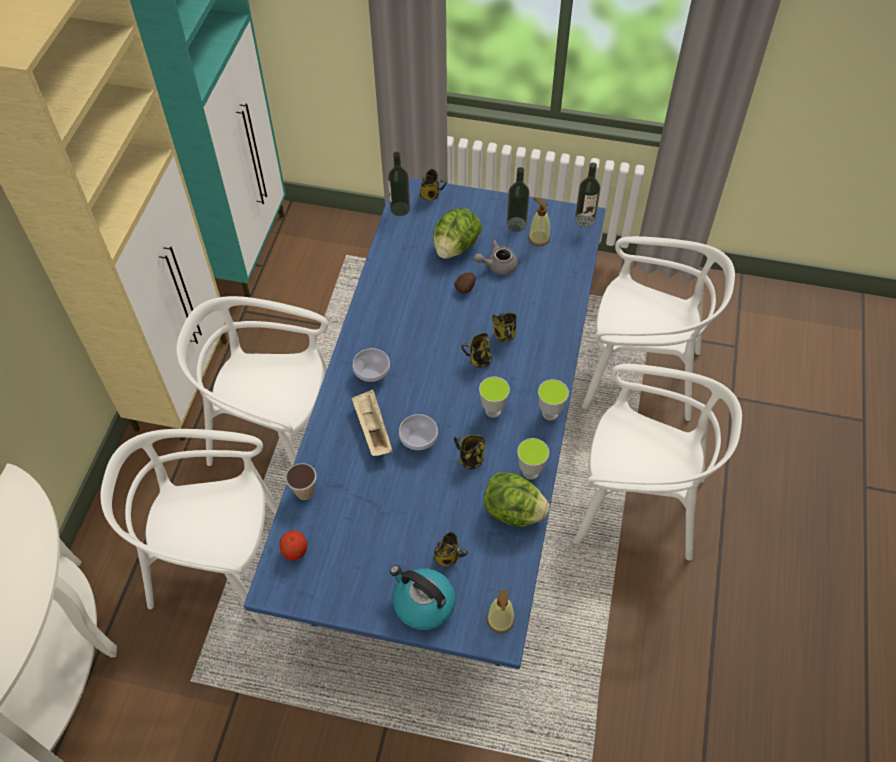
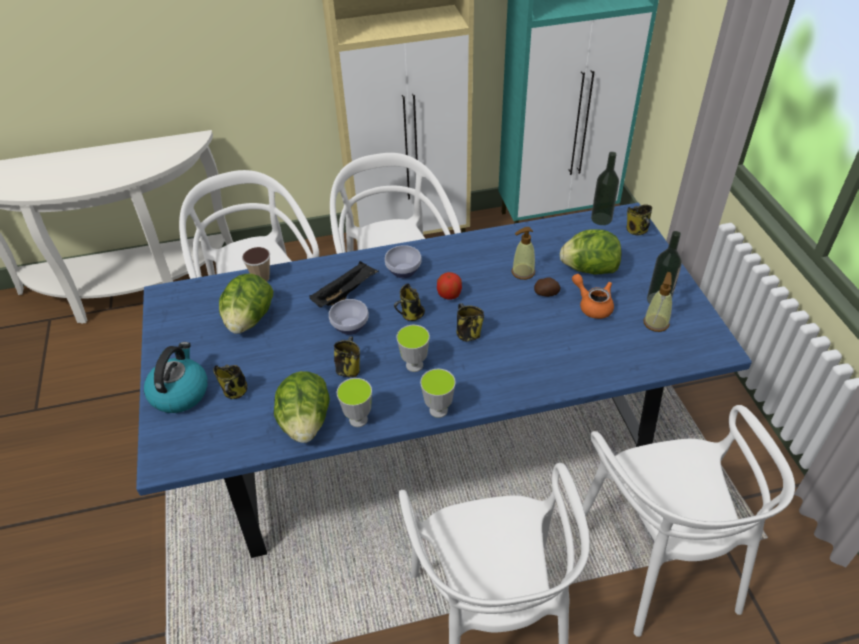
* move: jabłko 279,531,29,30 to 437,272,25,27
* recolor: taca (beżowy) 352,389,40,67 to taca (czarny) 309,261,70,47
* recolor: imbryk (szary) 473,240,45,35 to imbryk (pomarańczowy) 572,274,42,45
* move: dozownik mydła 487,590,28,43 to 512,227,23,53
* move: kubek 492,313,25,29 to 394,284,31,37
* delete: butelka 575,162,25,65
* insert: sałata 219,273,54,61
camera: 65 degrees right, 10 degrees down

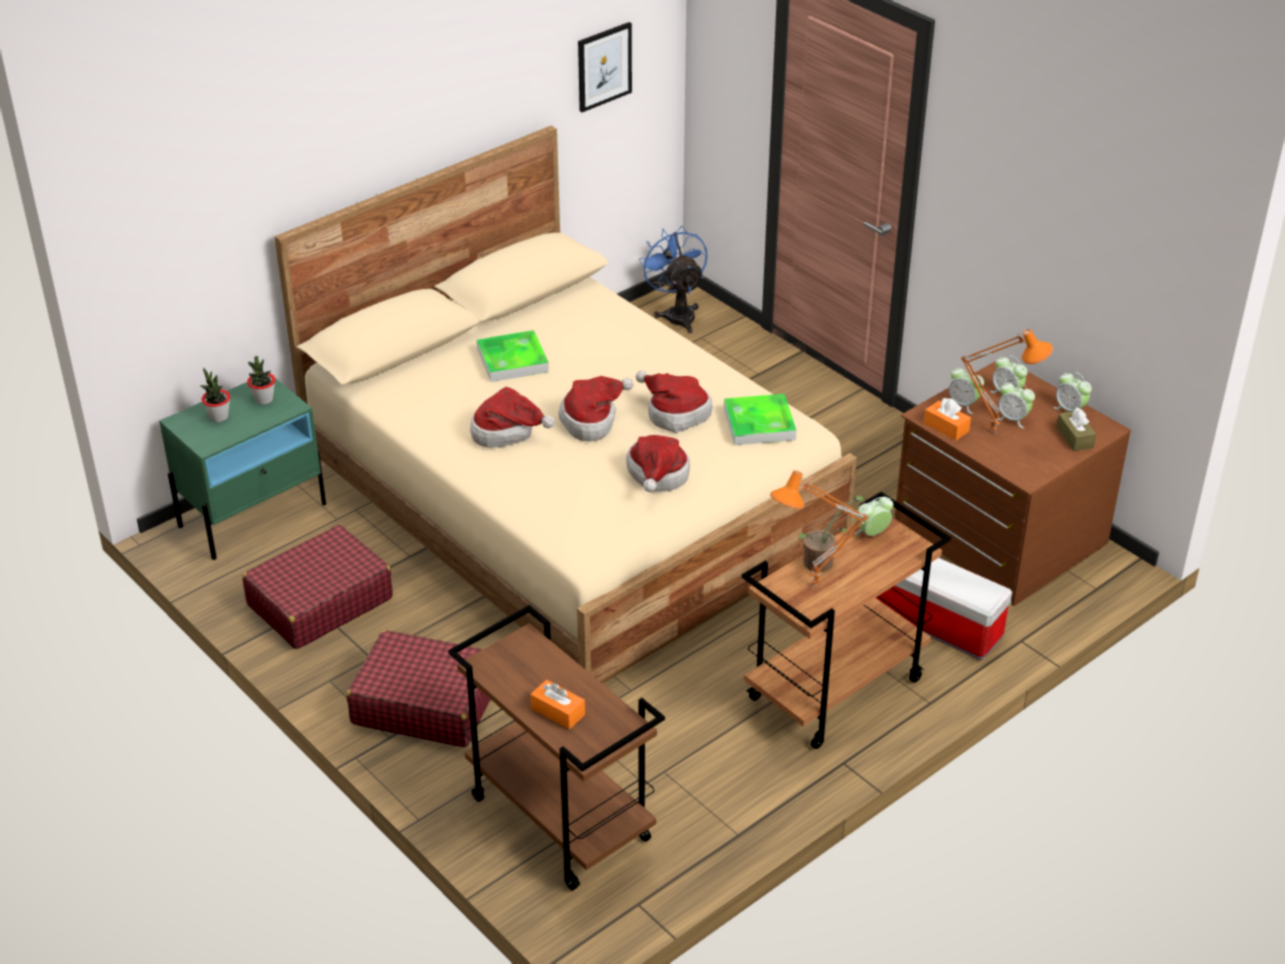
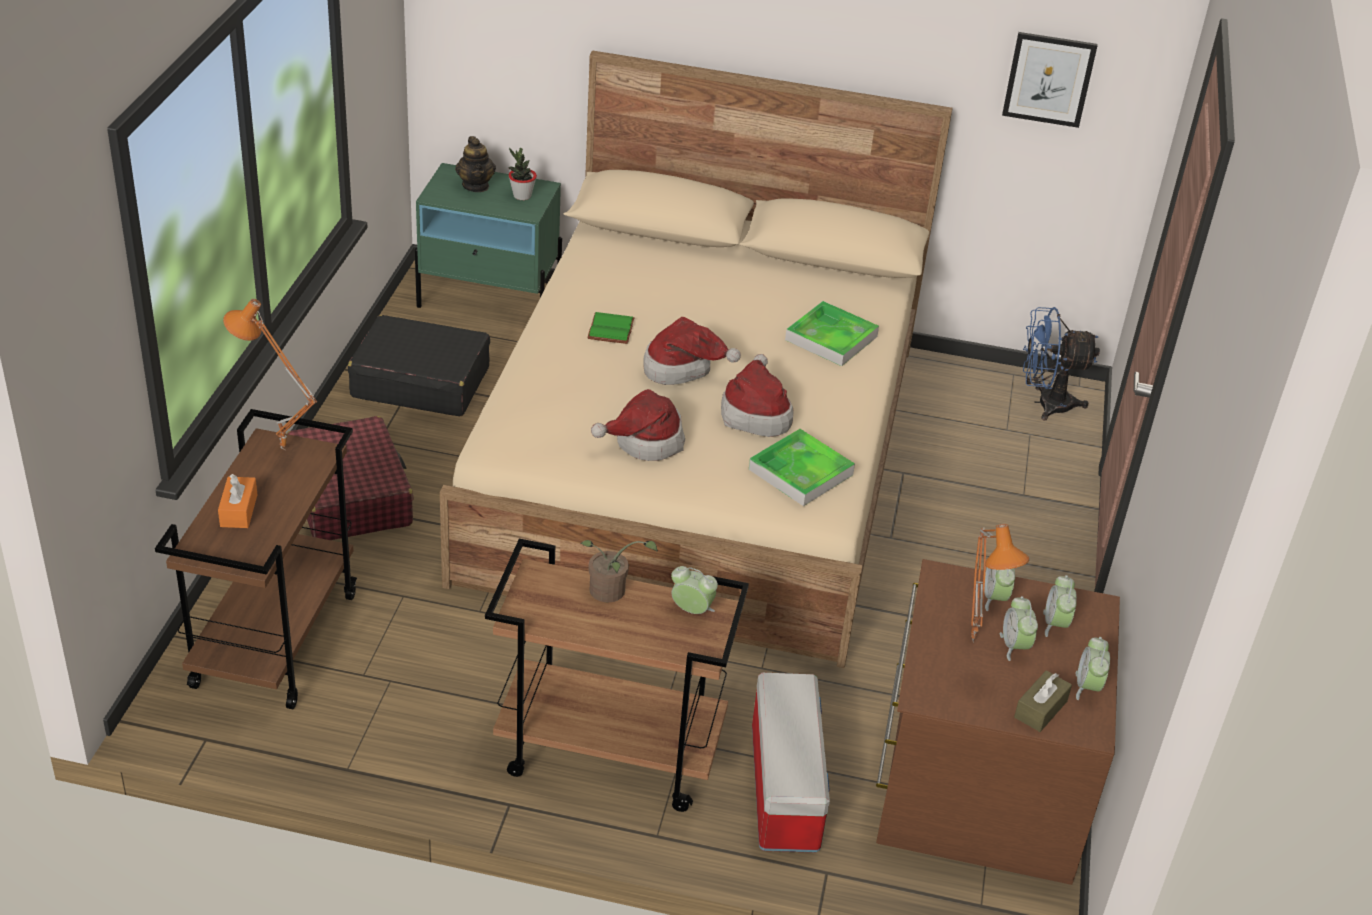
* replace: roślina doniczkowa 201,367,29,55 to imbryk 455,136,41,56
* recolor: walizka (czerwony) 242,525,151,124 to walizka (czarny) 348,315,142,101
* replace: kapelusz 470,387,85,61 to książka (zielony) 588,312,47,32
* move: taca 477,330,72,52 to 785,301,94,65
* rotate: wentylator (niebieski) 639,226,69,107 = 1023,307,77,113 120 degrees counterclockwise
* move: lampa stołowa (pomarańczowy) 770,470,99,117 to 223,299,94,151
* delete: pudełko chusteczek (pomarańczowy) 924,398,47,42
camera: 50 degrees right, 0 degrees up

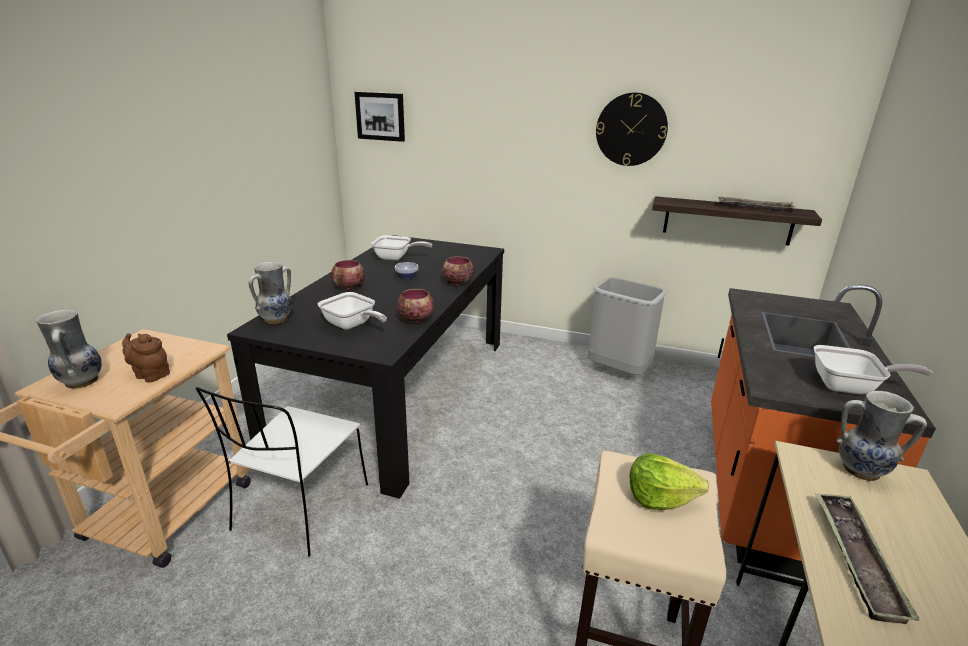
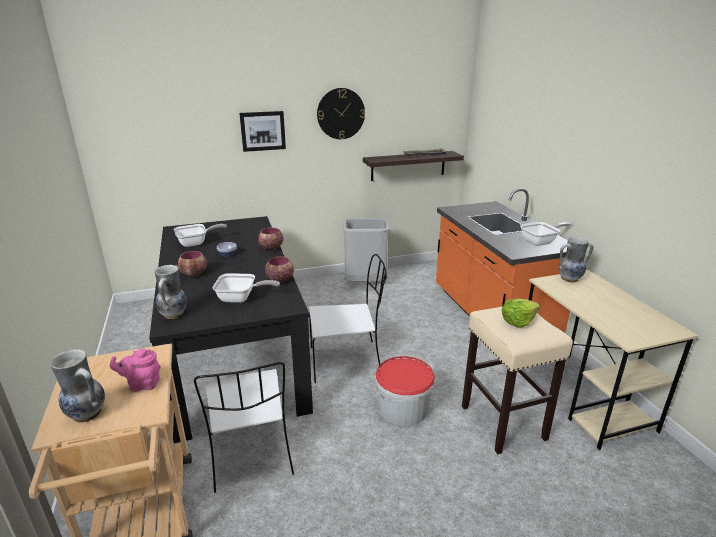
* recolor: imbryk (brązowy) 122,333,48,49 to imbryk (różowy) 110,349,51,43
* move: obraz 355,92,50,50 to 239,111,47,41
* delete: taca 815,493,105,131
* insert: krzesło (biały) 309,254,78,129
* insert: wiadro 375,356,60,70
camera: 35 degrees left, 0 degrees up

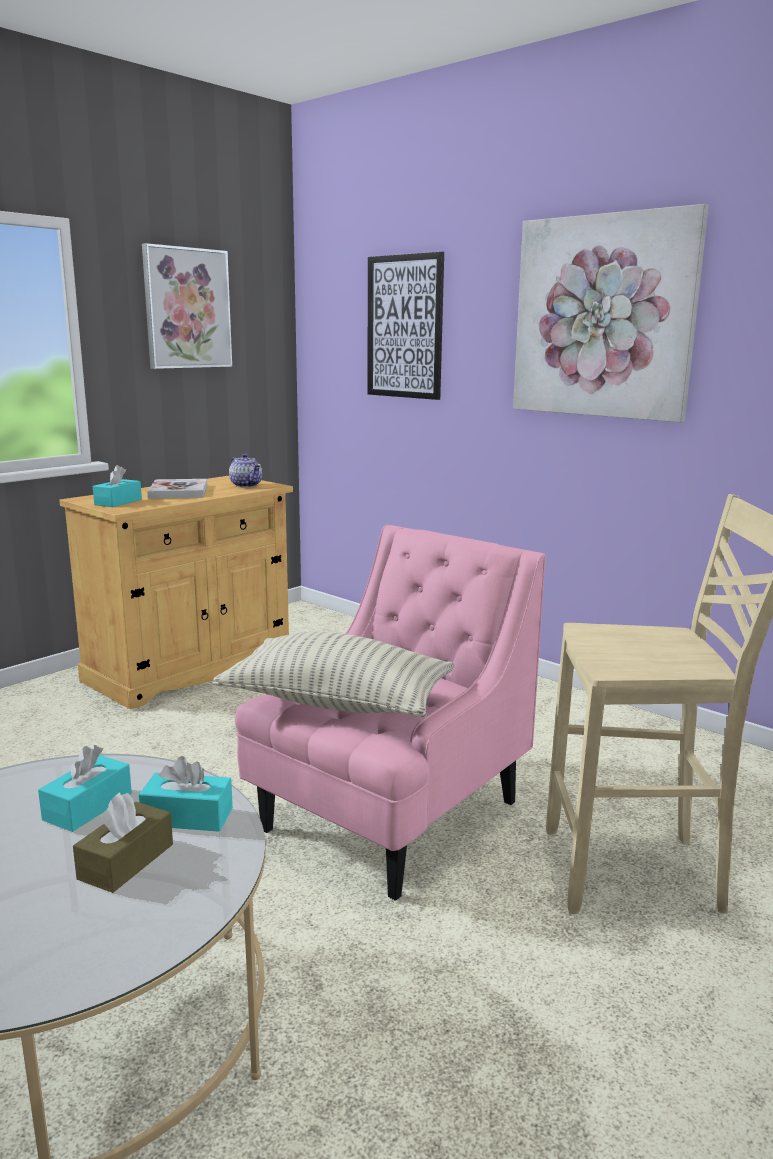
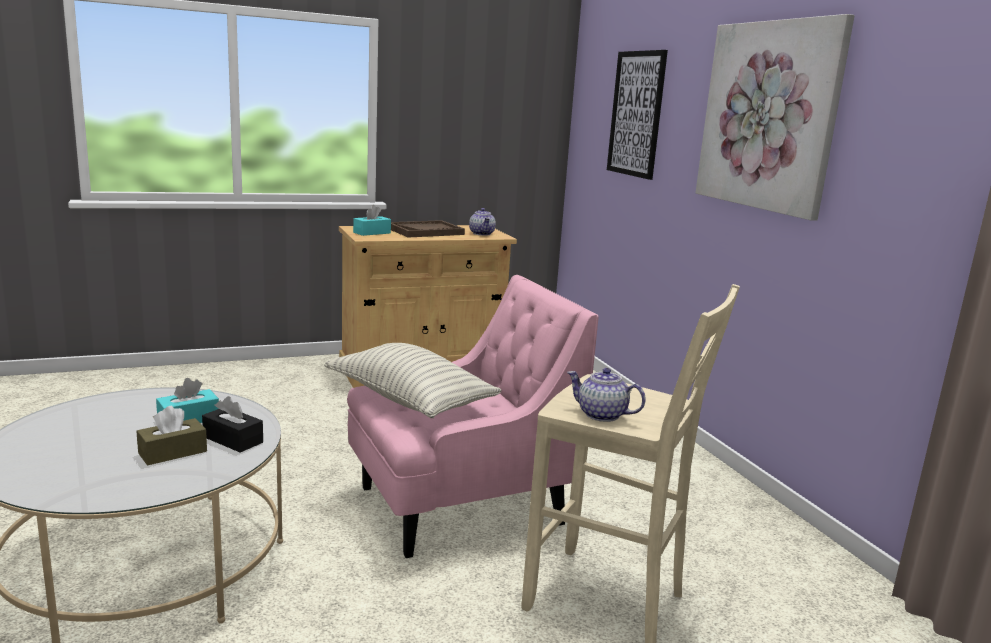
* recolor: pudełko chusteczek (turkusowy) 138,756,95,76 to pudełko chusteczek (czarny) 202,396,61,56
* delete: obraz 142,243,90,126
* replace: książka 147,479,60,20 to taca (brązowy) 391,220,74,18
* insert: imbryk 567,368,79,54
camera: 25 degrees right, 0 degrees up

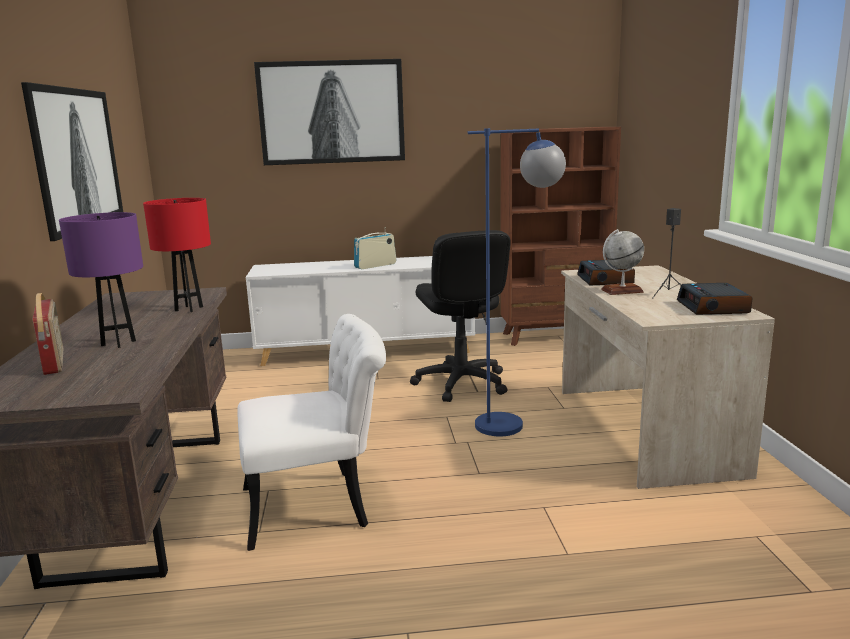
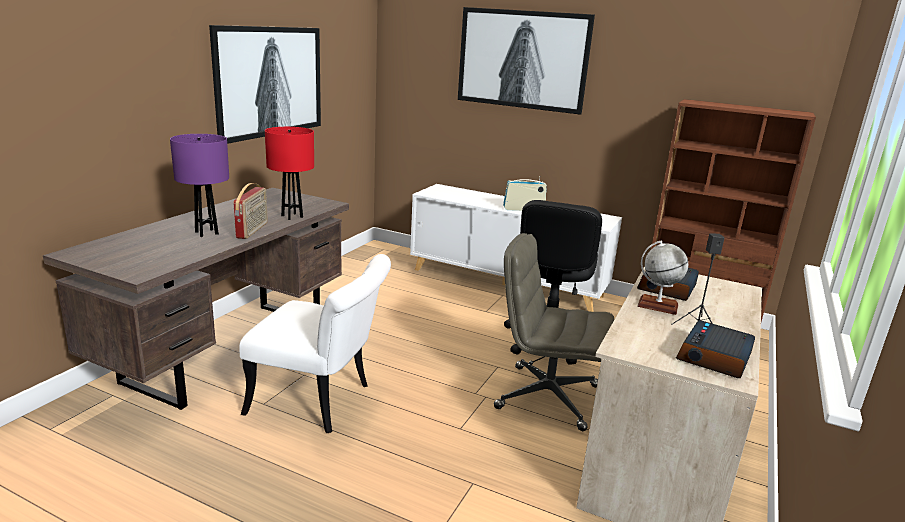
* move: radio 32,293,31,82 to 233,183,35,56
* replace: lampa stojąca (niebieski) 468,128,98,308 to krzesło biurowe (szary) 494,233,121,198
camera: 30 degrees right, 5 degrees up

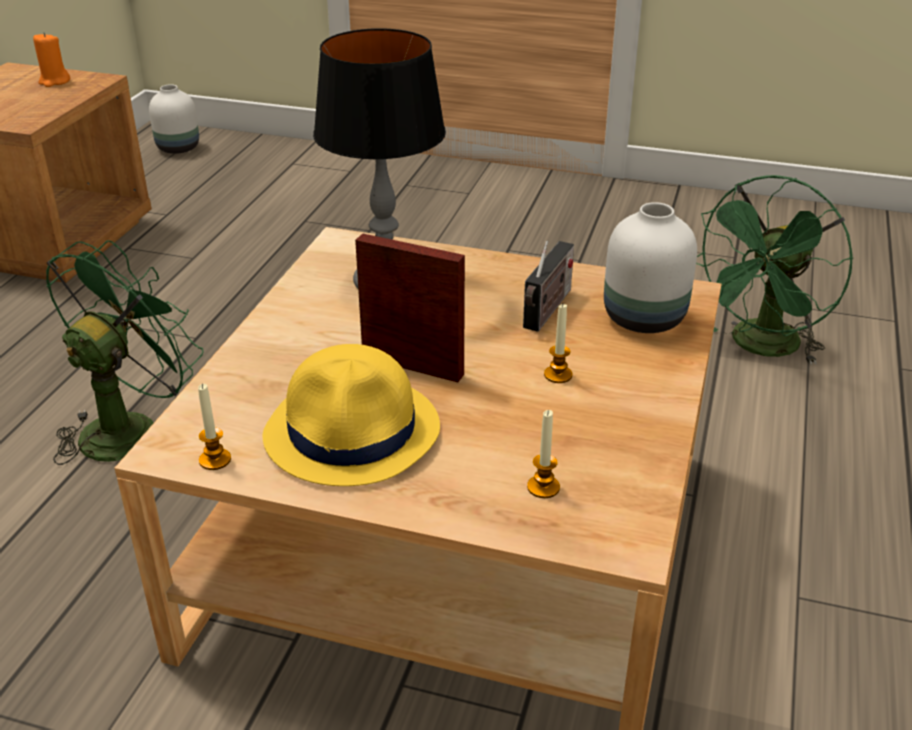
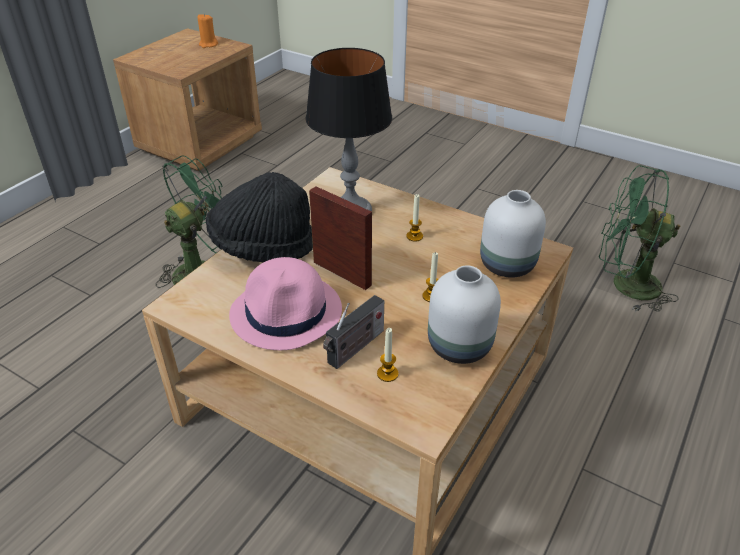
* move: wazon (biały) 149,84,50,70 to 428,266,73,98
* move: świeca 198,384,33,86 to 406,194,17,48
* recolor: kapelusz (żółty) 262,344,178,142 to kapelusz (różowy) 229,257,113,93
* move: radio 523,241,51,91 to 323,295,61,74
* rotate: wentylator (zielony) 696,175,158,190 = 599,165,81,147 45 degrees clockwise
* insert: kapelusz (czarny) 206,172,107,90
camera: 15 degrees right, 5 degrees up

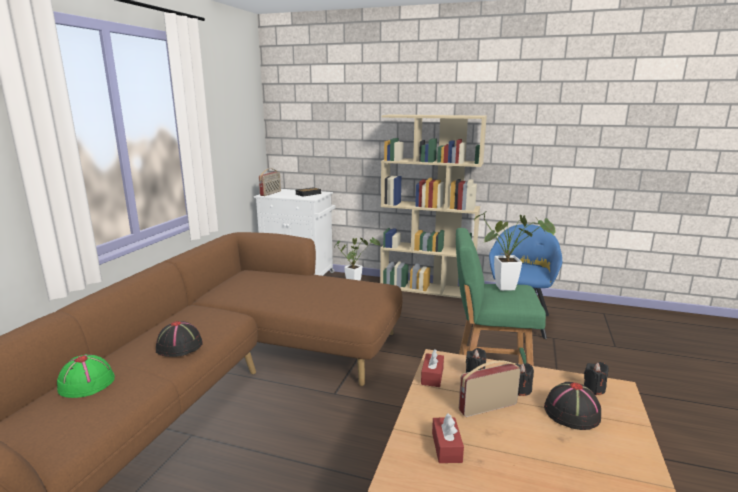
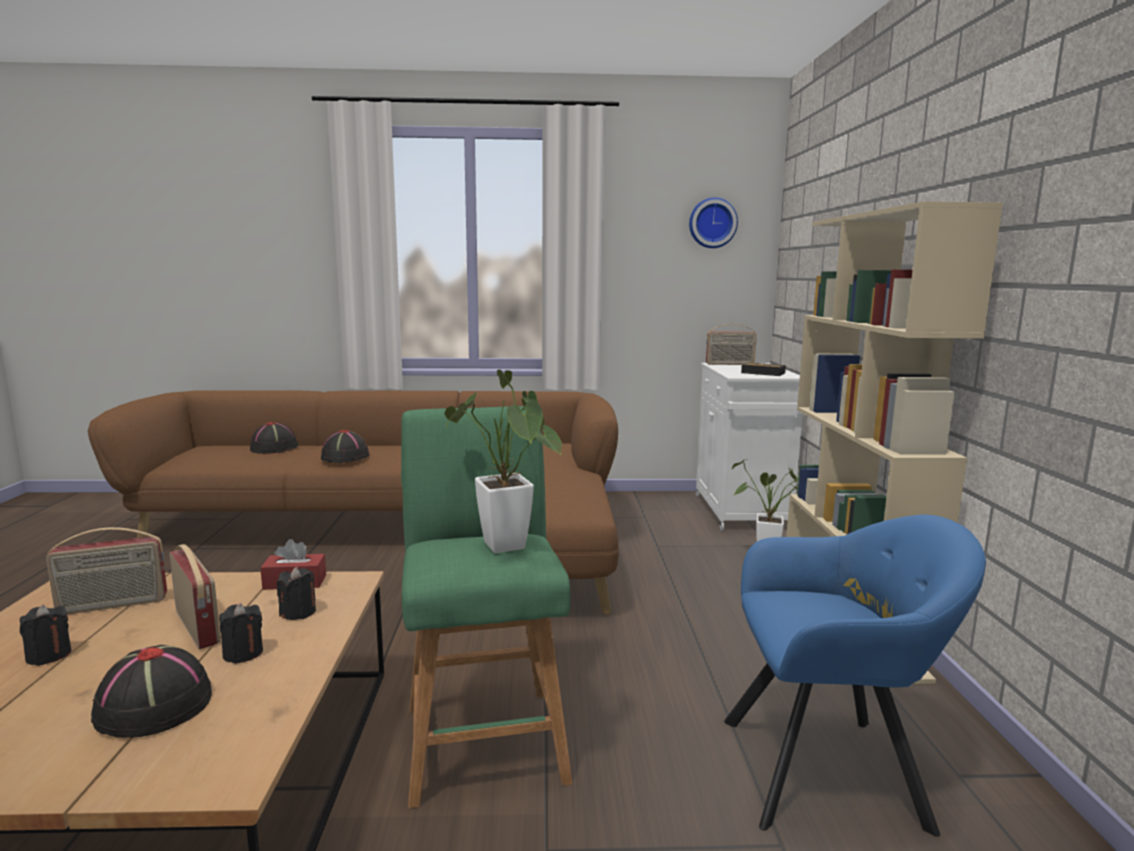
* recolor: kapelusz (zielony) 57,354,58,44 to kapelusz (czarny) 250,422,48,32
* replace: pudełko chusteczek (czerwony) 432,413,32,50 to radio 46,527,121,87
* move: świeca (czarny) 584,362,25,33 to 20,604,51,62
* insert: zegar ścienny 689,197,49,51
camera: 70 degrees right, 5 degrees down

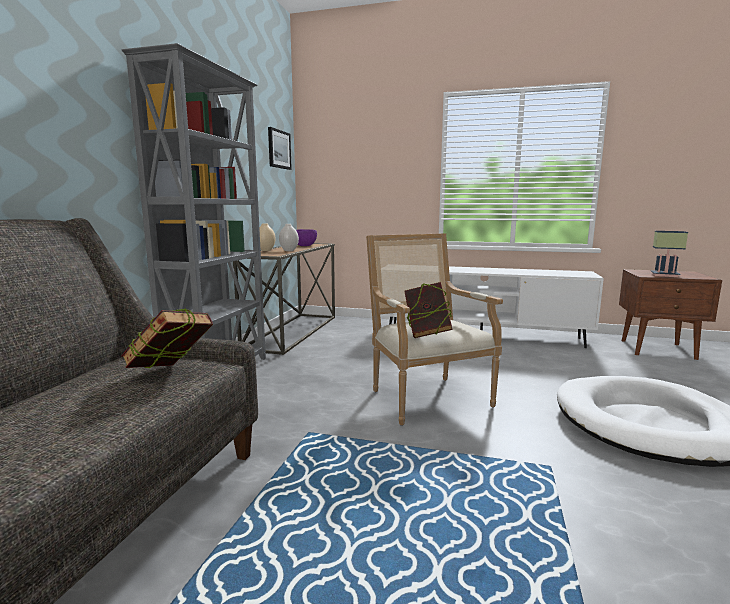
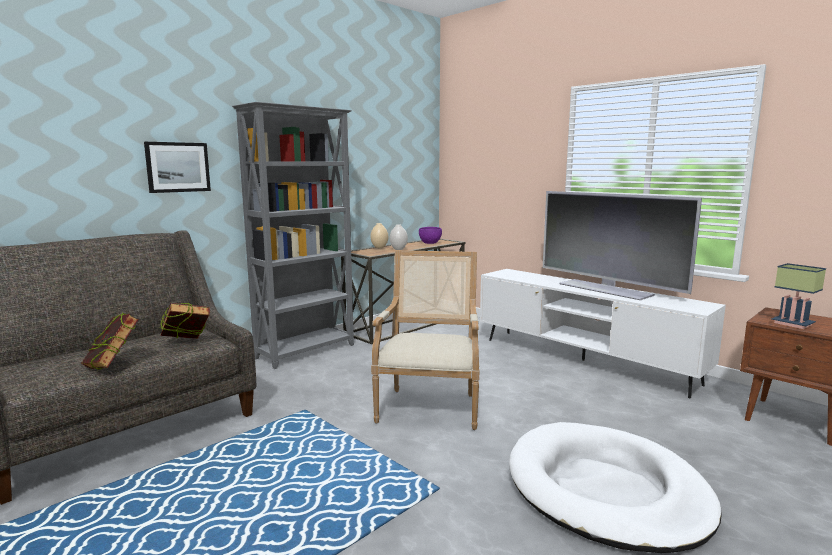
* move: obraz 268,127,24,43 to 144,142,67,51
* move: książka 405,282,48,56 to 81,313,58,57
* insert: telewizor 543,191,159,109
camera: 30 degrees right, 0 degrees up

